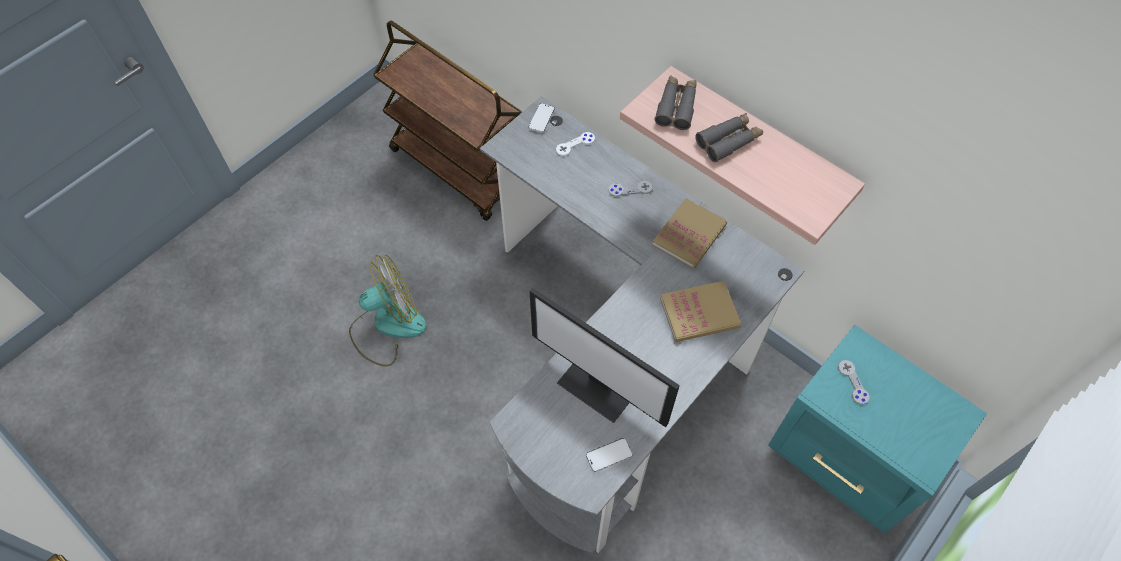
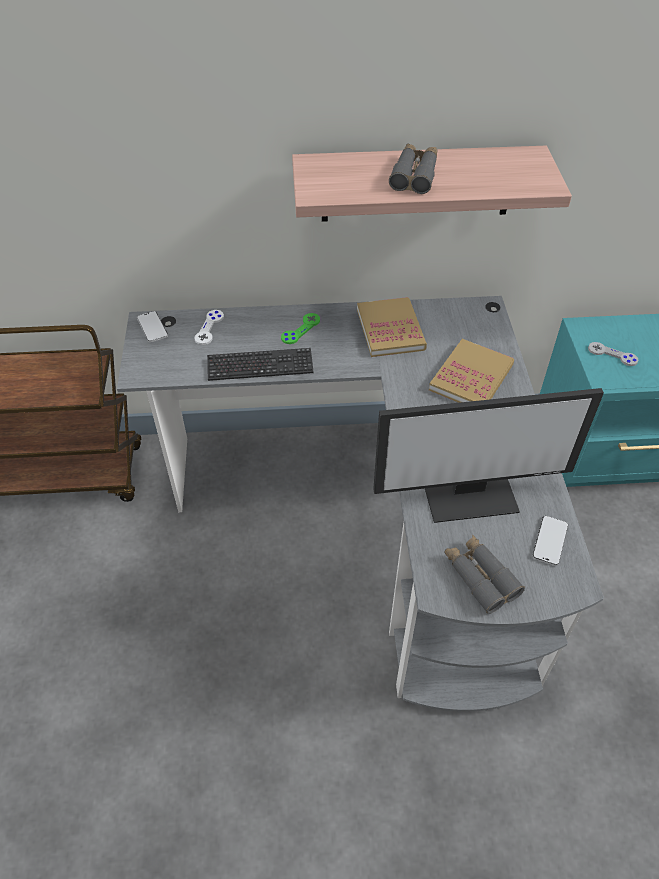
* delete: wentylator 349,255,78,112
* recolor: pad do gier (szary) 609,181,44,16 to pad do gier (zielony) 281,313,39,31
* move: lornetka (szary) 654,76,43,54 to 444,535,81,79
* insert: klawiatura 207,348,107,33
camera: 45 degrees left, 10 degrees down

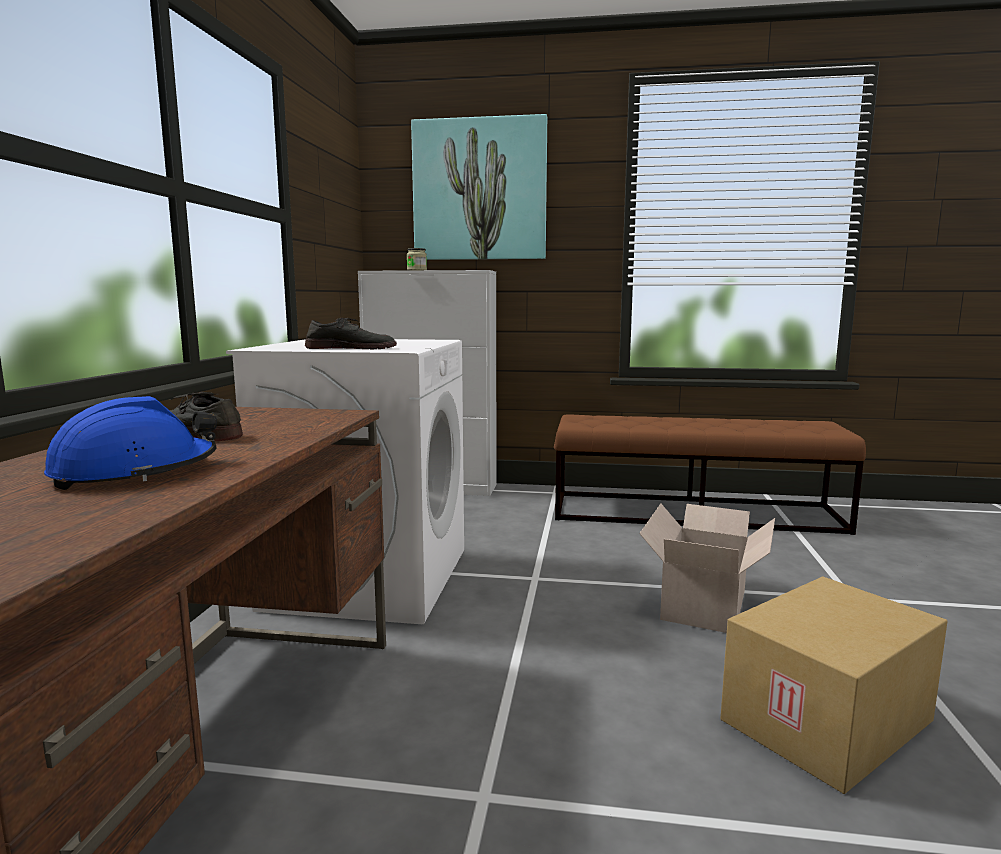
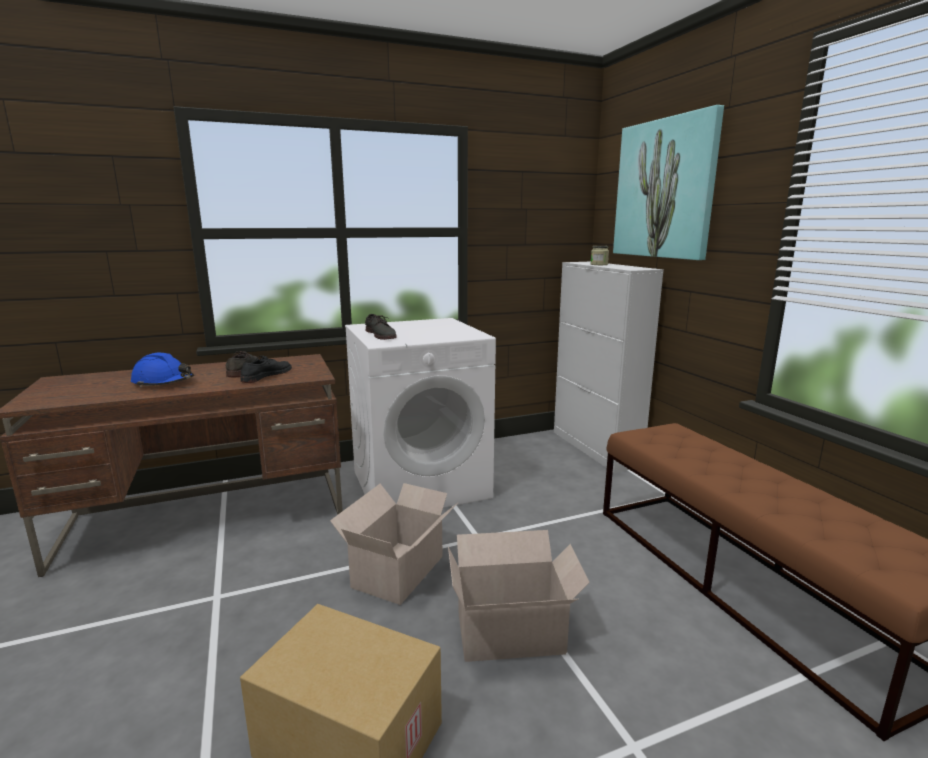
* insert: but (czarny) 240,356,52,27
* insert: karton 330,483,129,122
camera: 60 degrees right, 5 degrees up

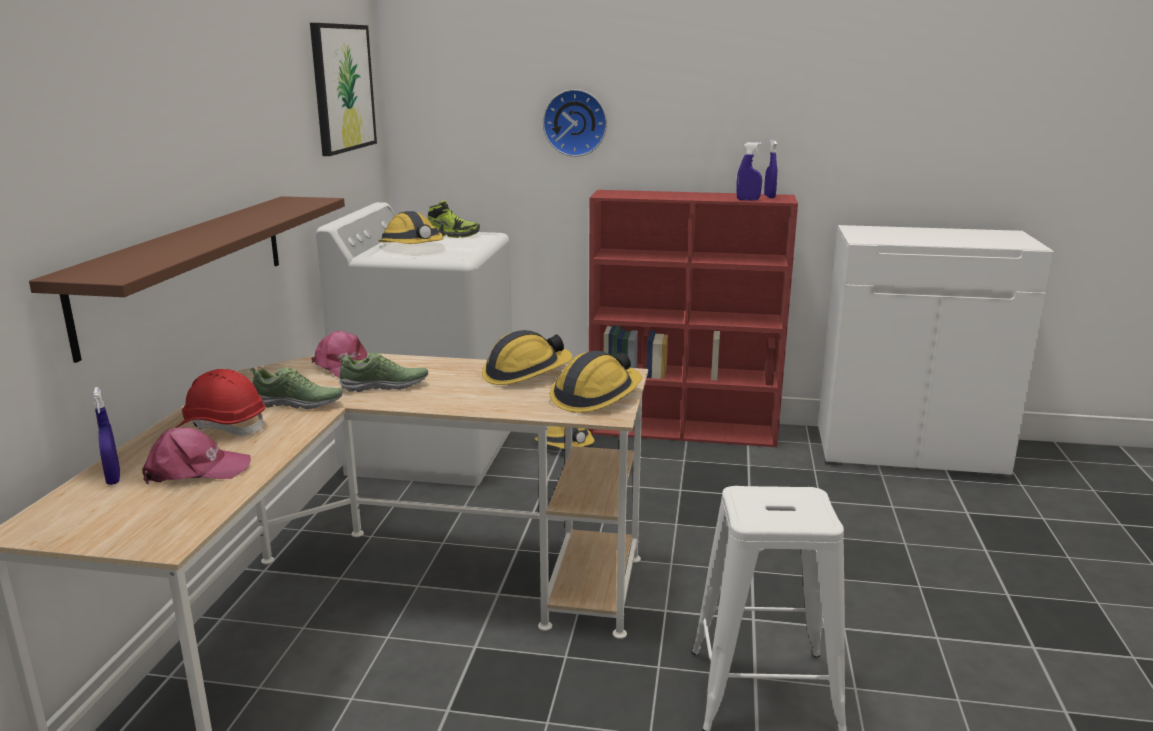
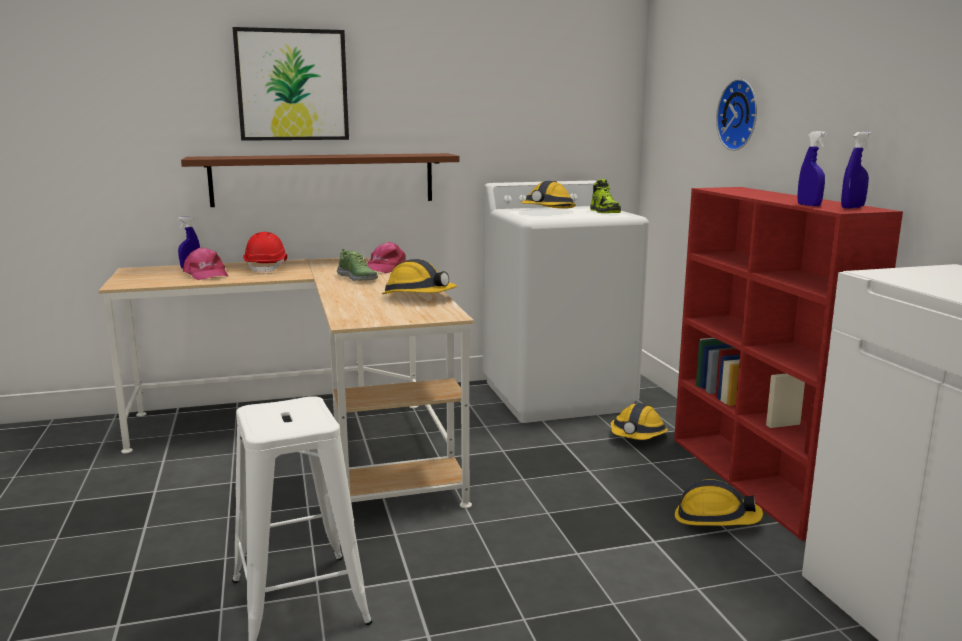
* delete: but 250,367,92,43
* move: obraz 310,23,67,133 to 233,27,116,114
* move: kask 550,351,92,62 to 675,479,88,47
camera: 65 degrees right, 5 degrees down

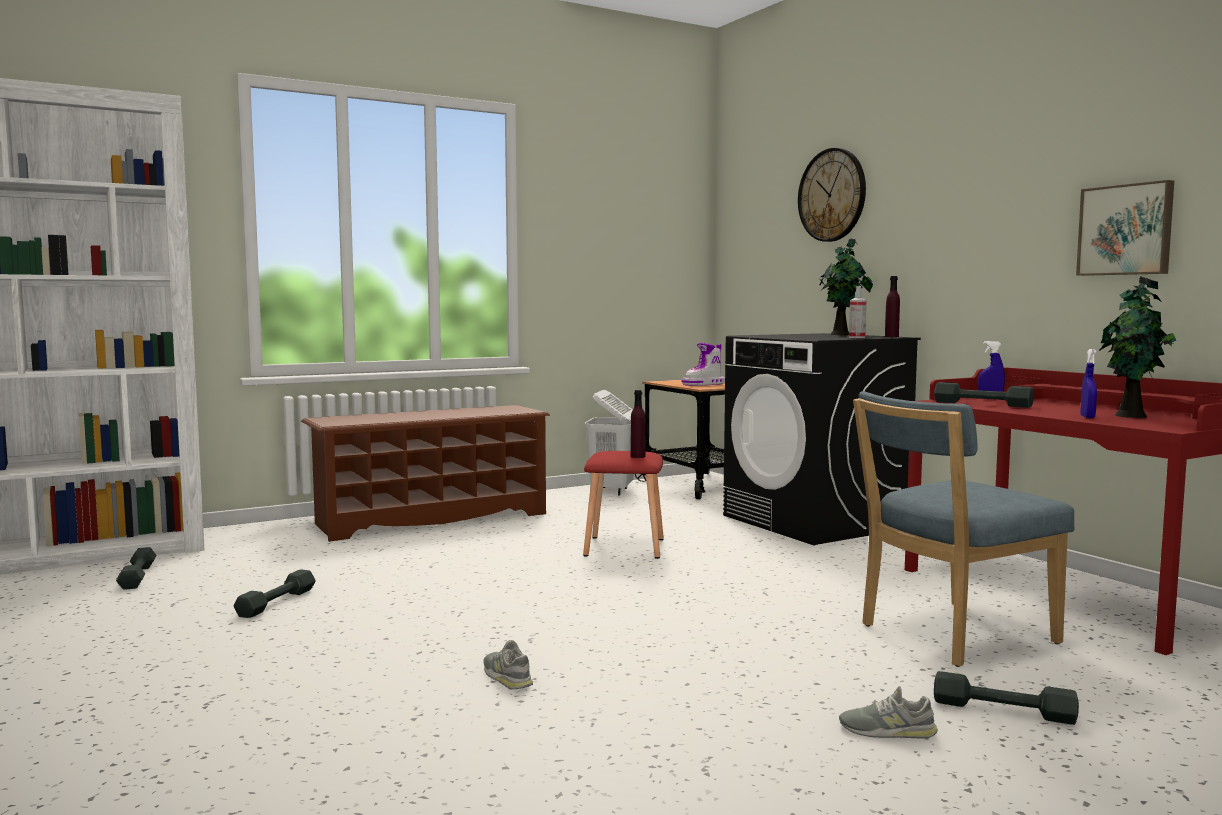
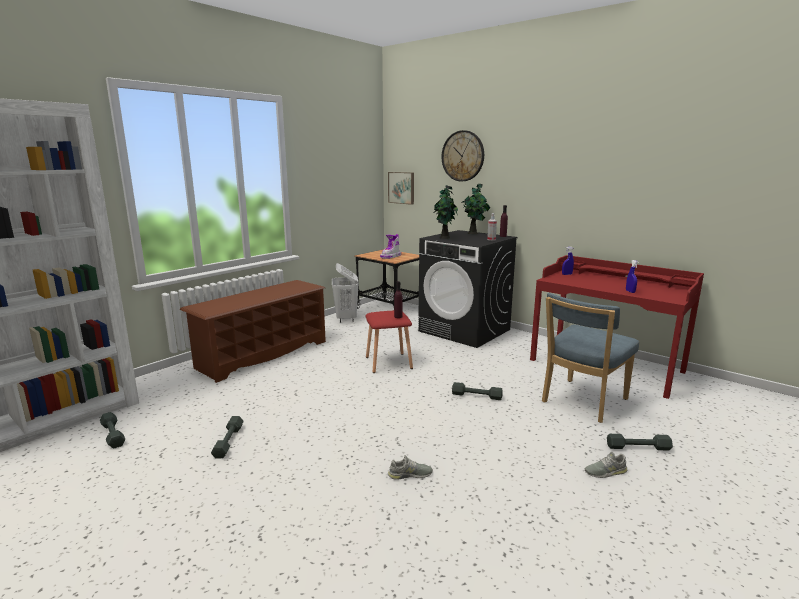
* rotate: but (szary) 483,640,50,50 = 388,455,45,25 135 degrees clockwise
* move: hantel (szary) 934,382,100,26 to 452,382,51,18
* move: obraz 1076,180,98,96 to 388,172,26,33
* move: roślina doniczkowa 1099,276,78,142 to 434,185,24,54
camera: 20 degrees left, 10 degrees up

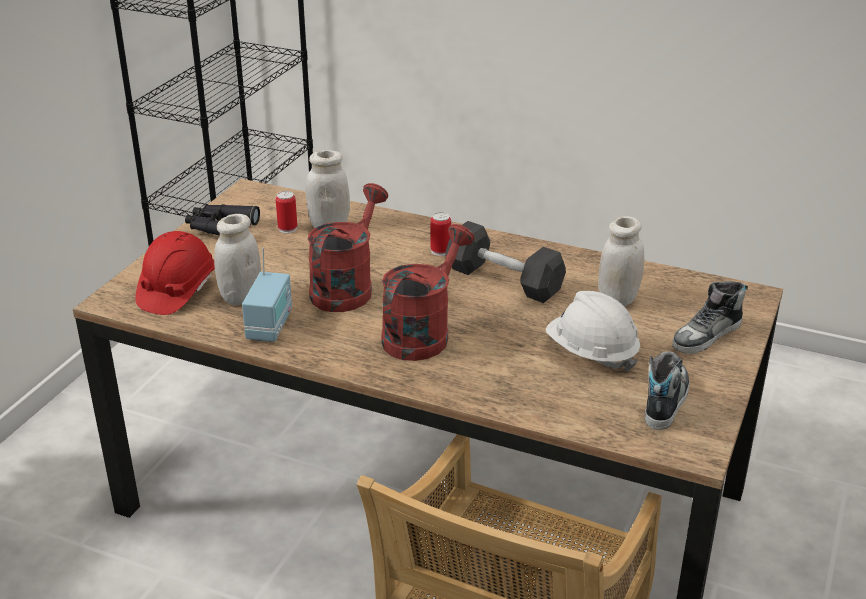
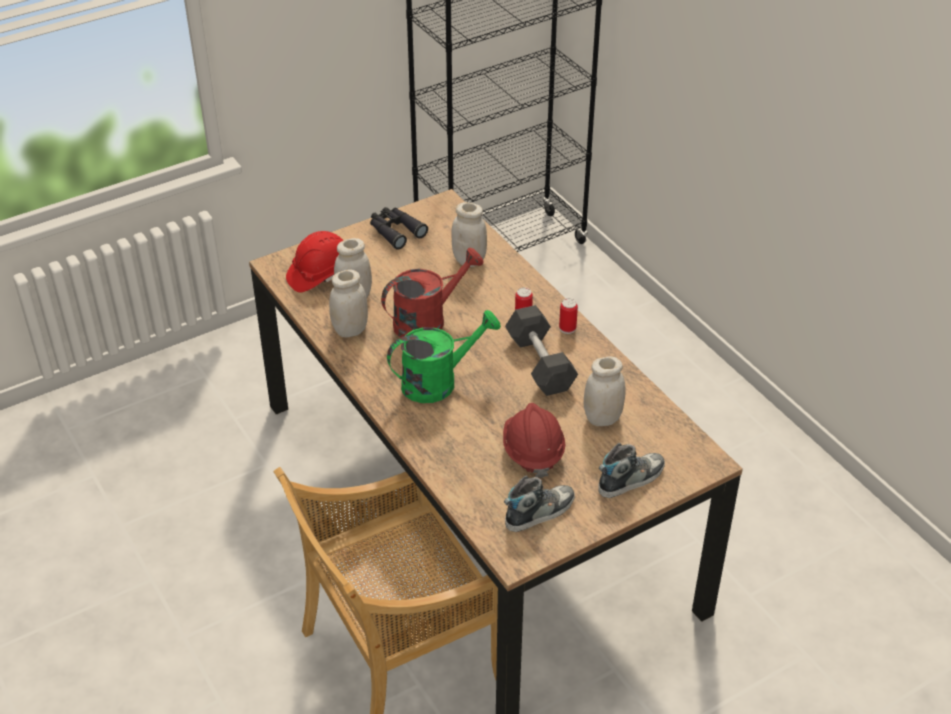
* replace: radio 242,248,50,94 to słoik (biały) 329,269,39,69
* move: puszka 276,191,21,42 to 559,298,19,36
* recolor: konewka (czerwony) 381,224,93,137 to konewka (zielony) 387,310,114,93
* recolor: kask (biały) 546,291,94,80 to kask (czerwony) 503,403,62,75
* rotate: but 672,281,76,73 = 598,443,67,55 150 degrees clockwise
camera: 35 degrees right, 10 degrees up

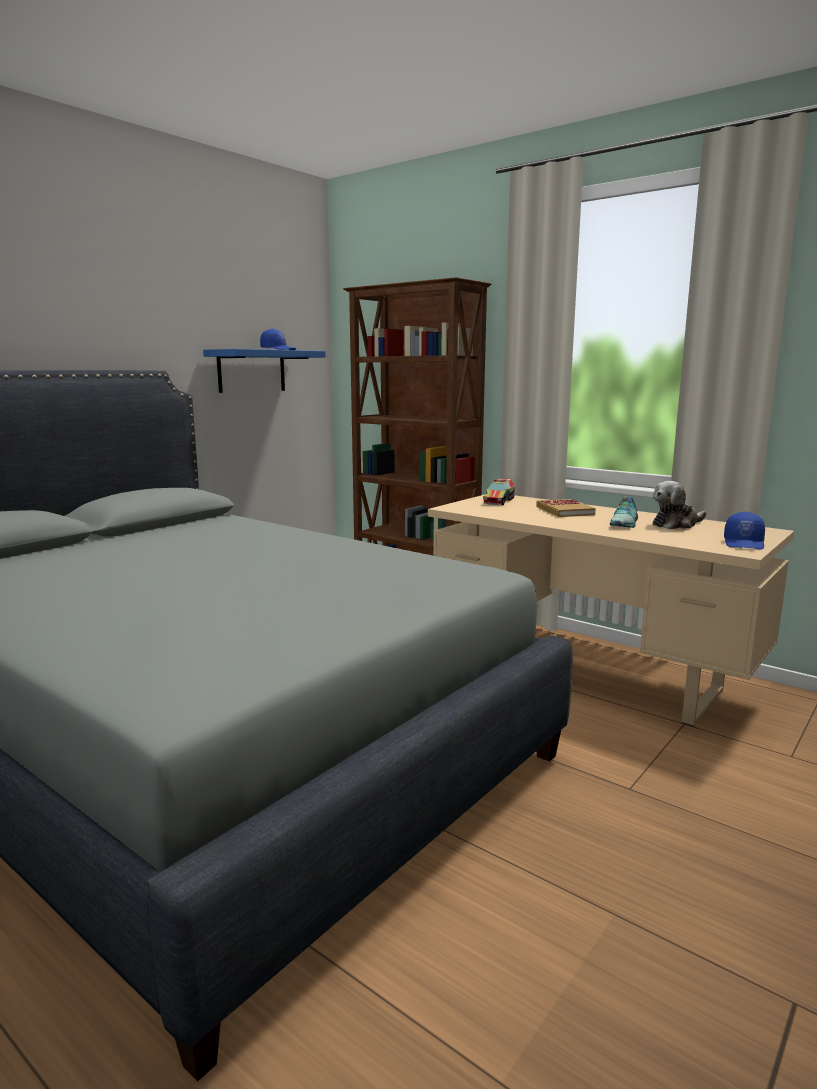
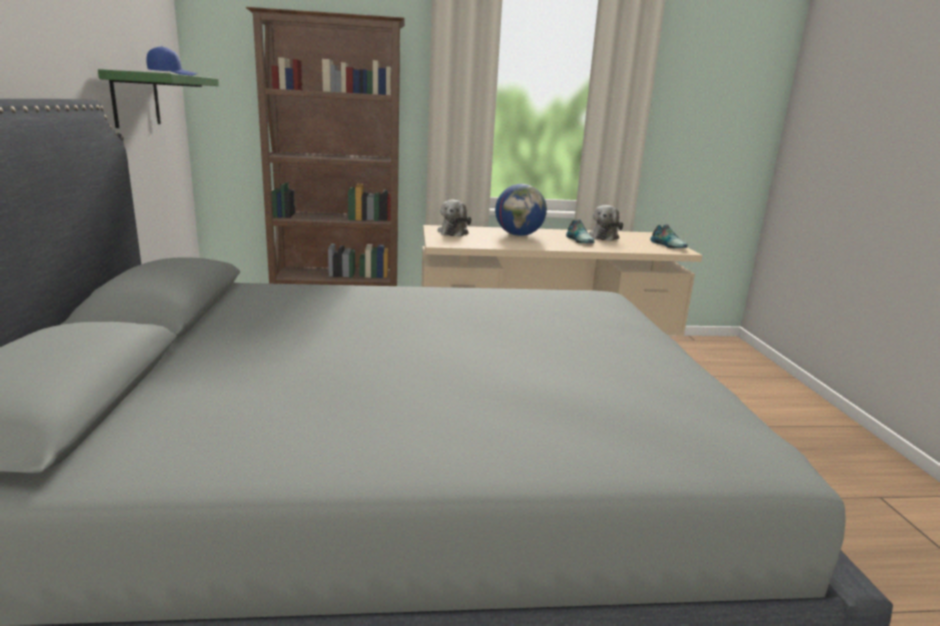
* recolor: półka (niebieski) 203,349,123,44 to półka (zielony) 98,69,121,59
* replace: ciężarówka zabawkowa 483,478,32,27 to pluszak 437,200,34,37
* replace: książka 536,499,60,18 to globus 495,184,52,52
* replace: czapka z daszkiem (niebieski) 724,512,41,38 to but 650,224,38,24
camera: 45 degrees left, 5 degrees up

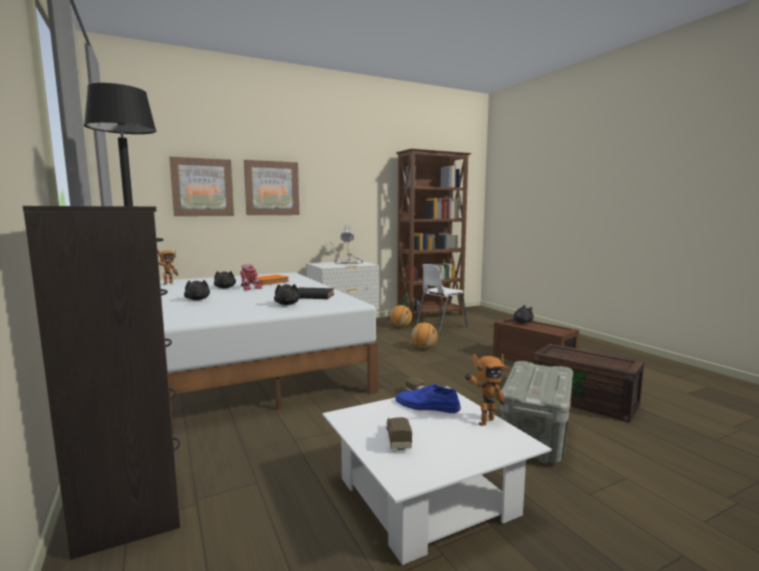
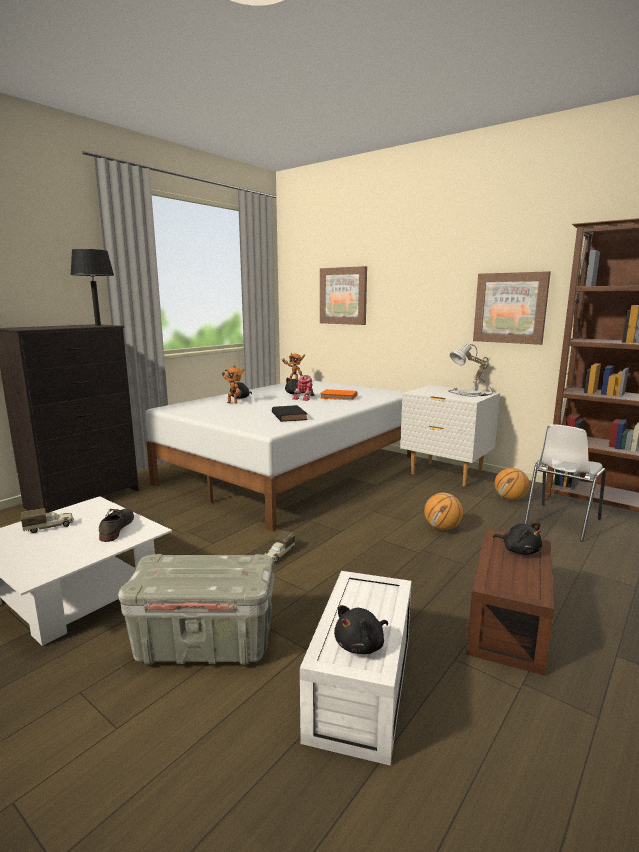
* move: obraz 244,160,56,55 to 473,271,78,74
* move: pluszak (czarny) 274,284,26,21 to 334,605,54,49
* recolor: but (niebieski) 395,384,66,29 to but (szary) 99,509,35,33
* rotate: krzesło (biały) 417,264,51,69 = 524,424,82,118 75 degrees counterclockwise
* move: robot zabawkowy 465,354,43,72 to 222,365,23,39
* recolor: pojemnik do przechowywania (brązowy) 533,344,111,79 to pojemnik do przechowywania (biały) 300,571,111,195
camera: 65 degrees right, 5 degrees up

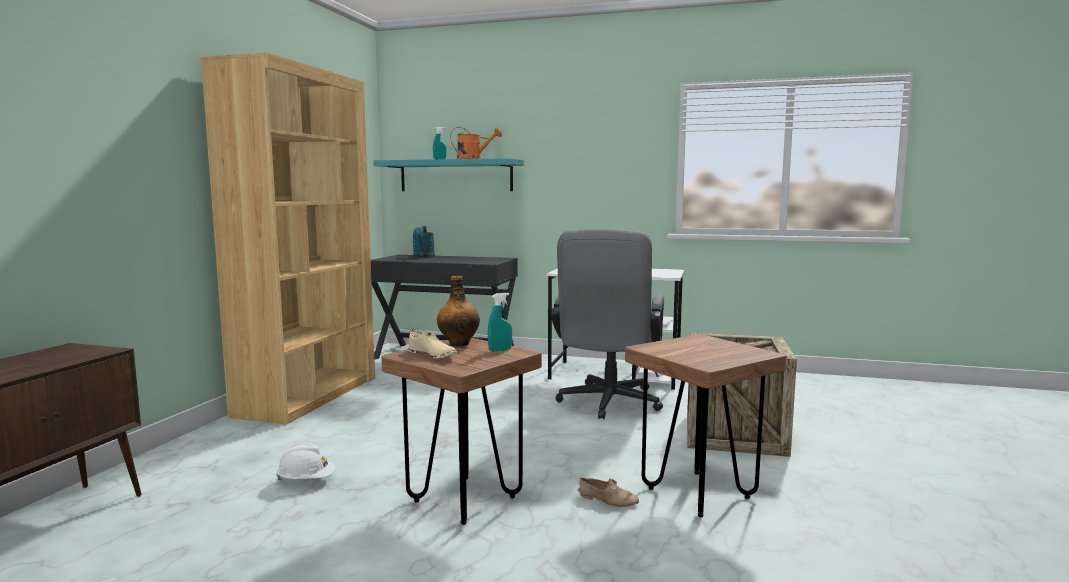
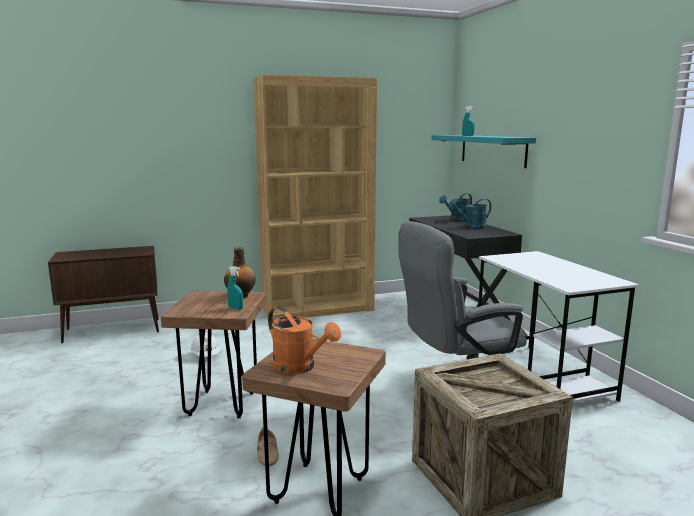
* delete: but (beżowy) 408,328,49,31
* move: konewka (pomarańczowy) 450,127,52,32 to 268,306,73,68
* insert: konewka (turkusowy) 448,199,43,30
camera: 55 degrees right, 5 degrees up

